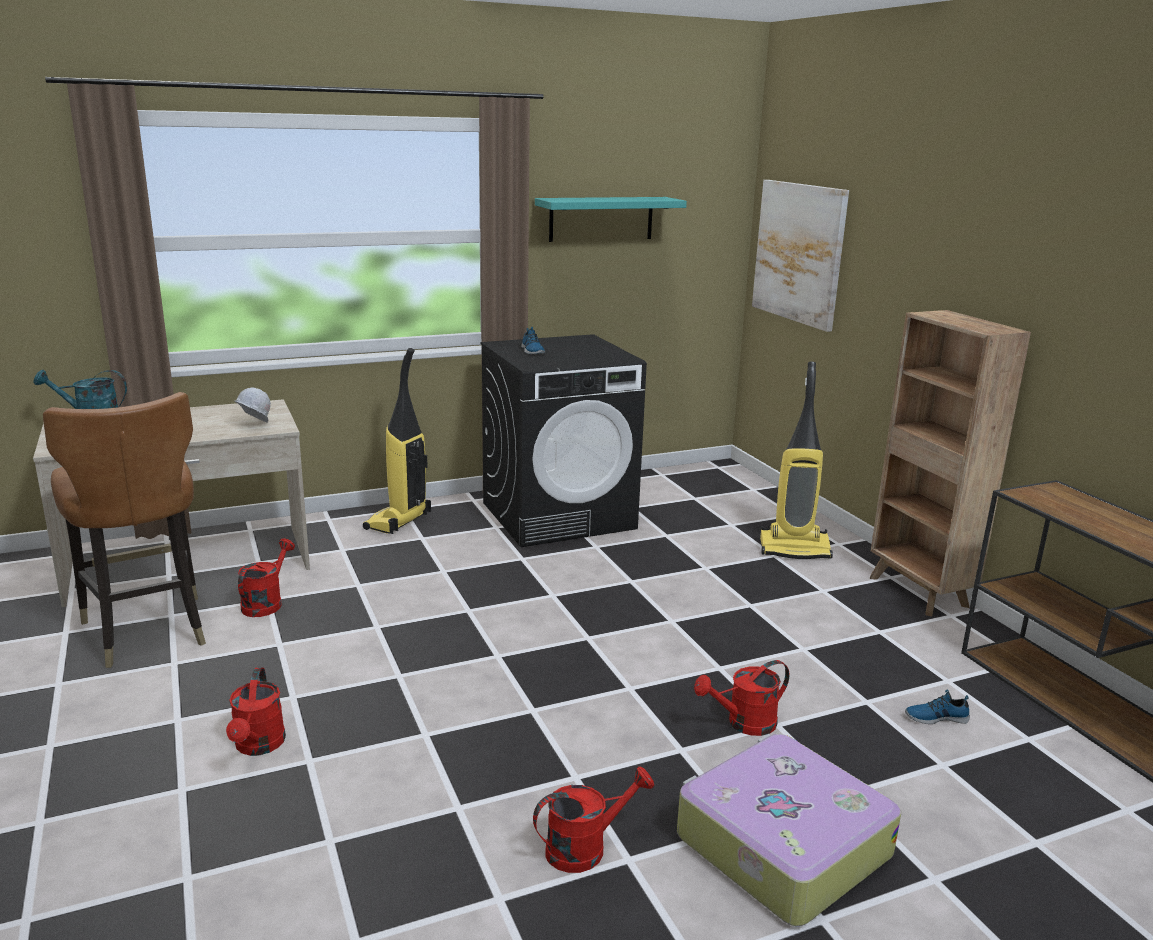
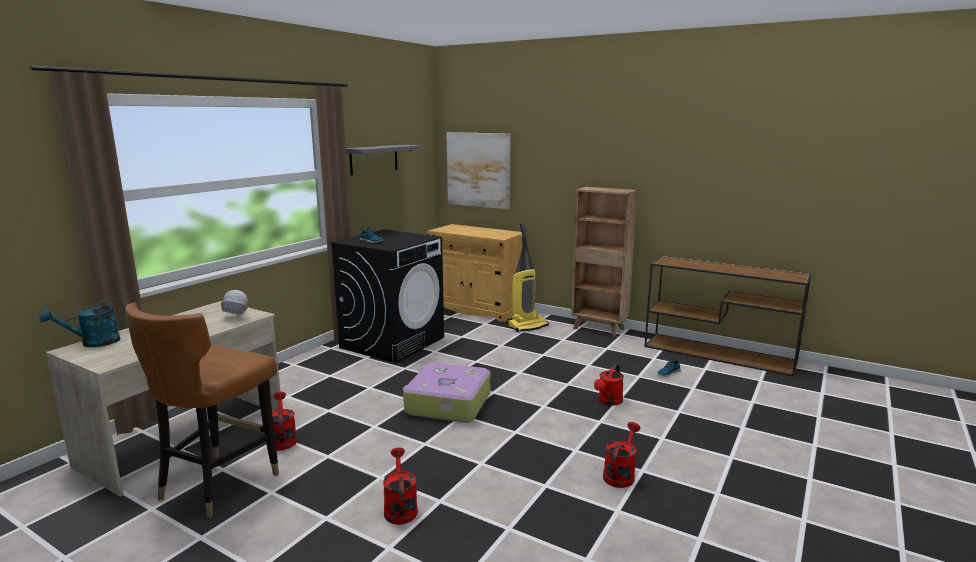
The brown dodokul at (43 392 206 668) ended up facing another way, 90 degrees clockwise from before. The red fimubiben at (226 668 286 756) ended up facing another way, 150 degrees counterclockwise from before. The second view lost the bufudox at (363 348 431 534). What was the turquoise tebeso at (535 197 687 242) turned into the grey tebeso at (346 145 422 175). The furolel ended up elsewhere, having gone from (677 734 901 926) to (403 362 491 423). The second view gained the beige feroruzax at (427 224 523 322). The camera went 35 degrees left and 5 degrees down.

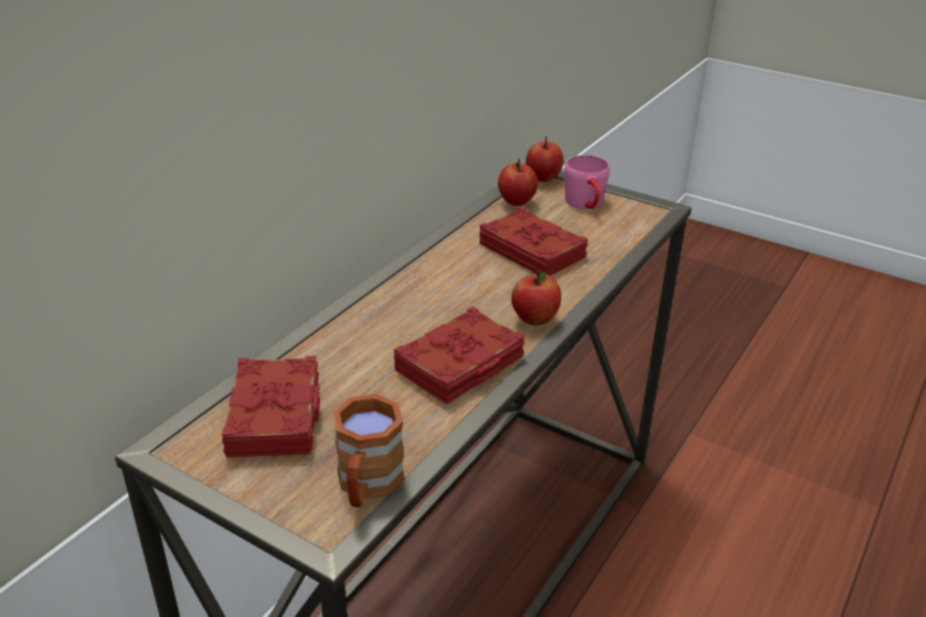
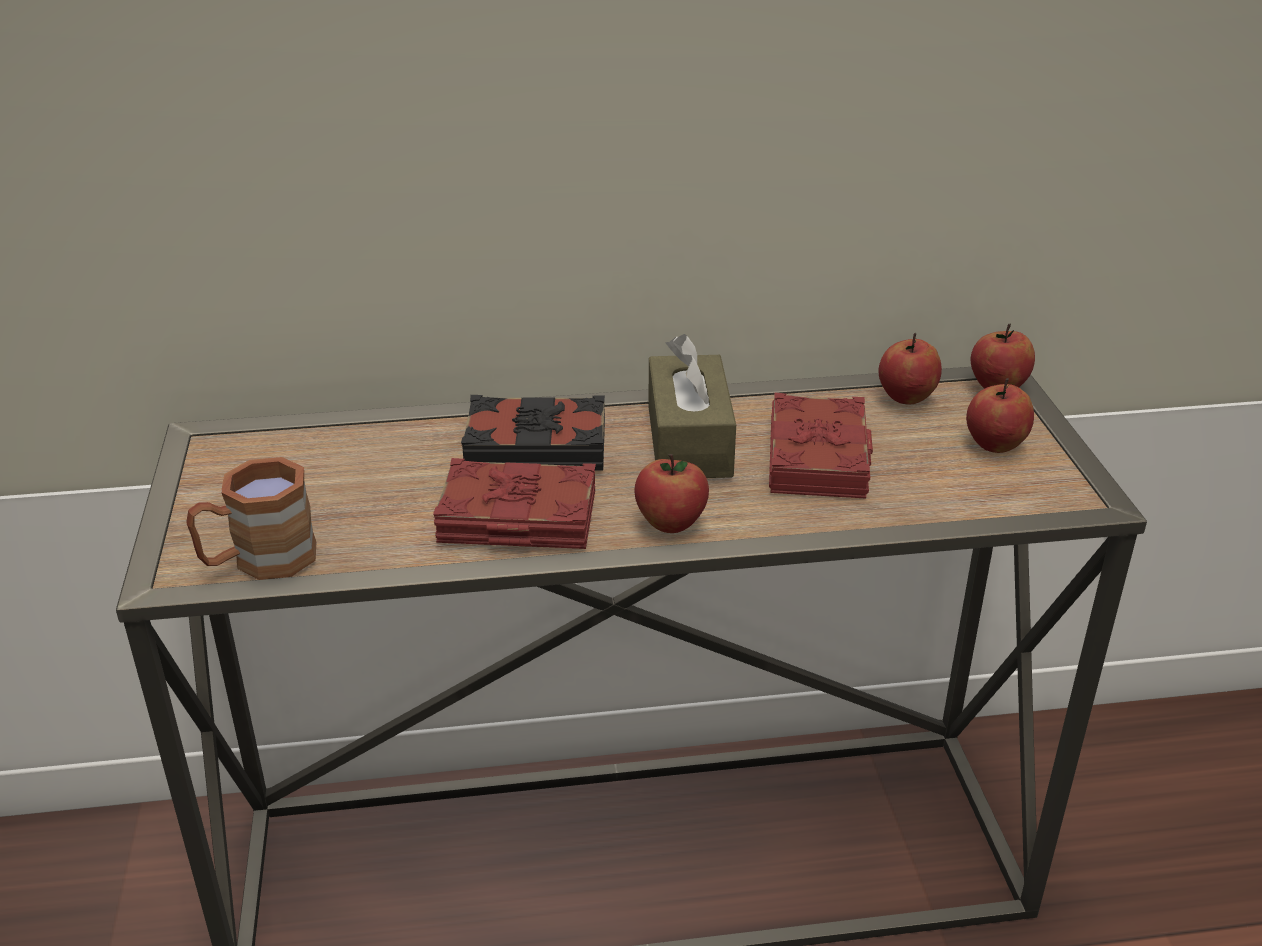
The second view lost the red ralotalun at (222 356 320 457). Where the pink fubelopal stood at (564 155 610 209), the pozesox came to stand at (966 378 1034 453). The second view gained the black ralotalun at (461 395 605 470). The second view gained the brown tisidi at (648 334 736 478). The camera went 50 degrees right and 0 degrees up.

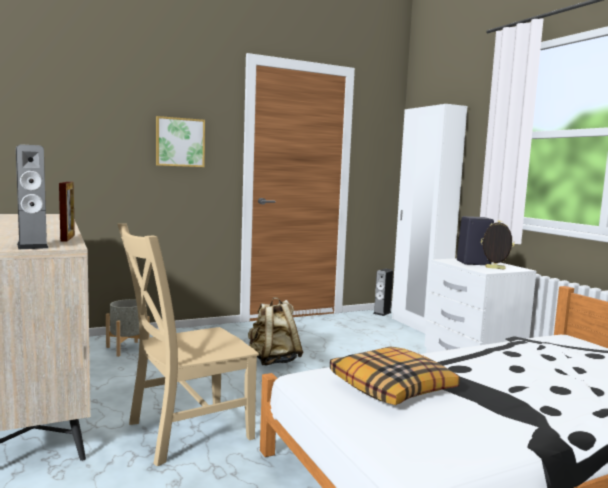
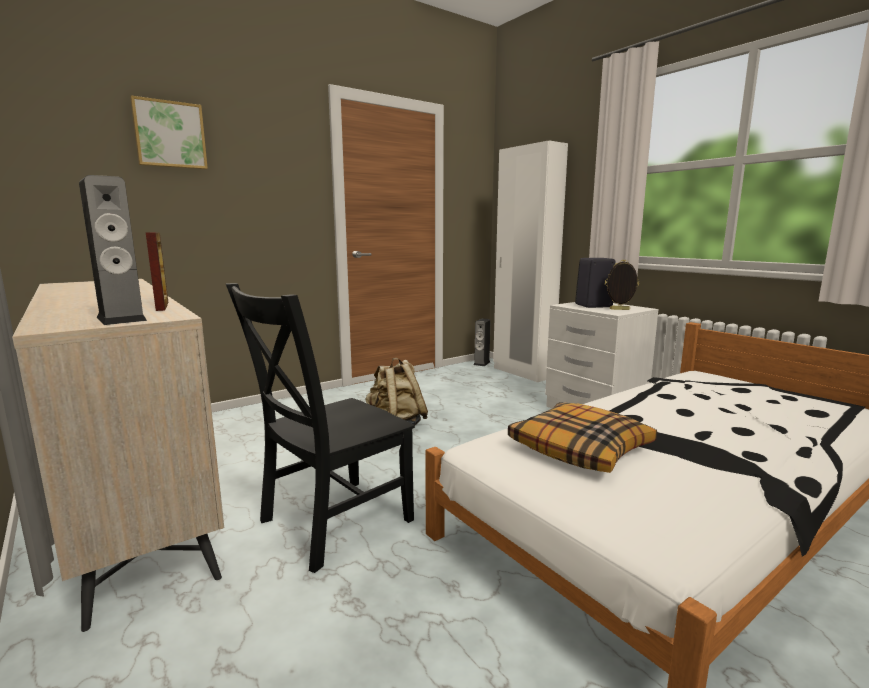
The second view lost the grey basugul at (106 299 149 357). What was the beige dodokul at (117 223 259 466) turned into the black dodokul at (226 283 415 573). The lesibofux ended up elsewhere, having gone from (156 116 205 167) to (130 96 208 169). The camera went 10 degrees left and 5 degrees up.

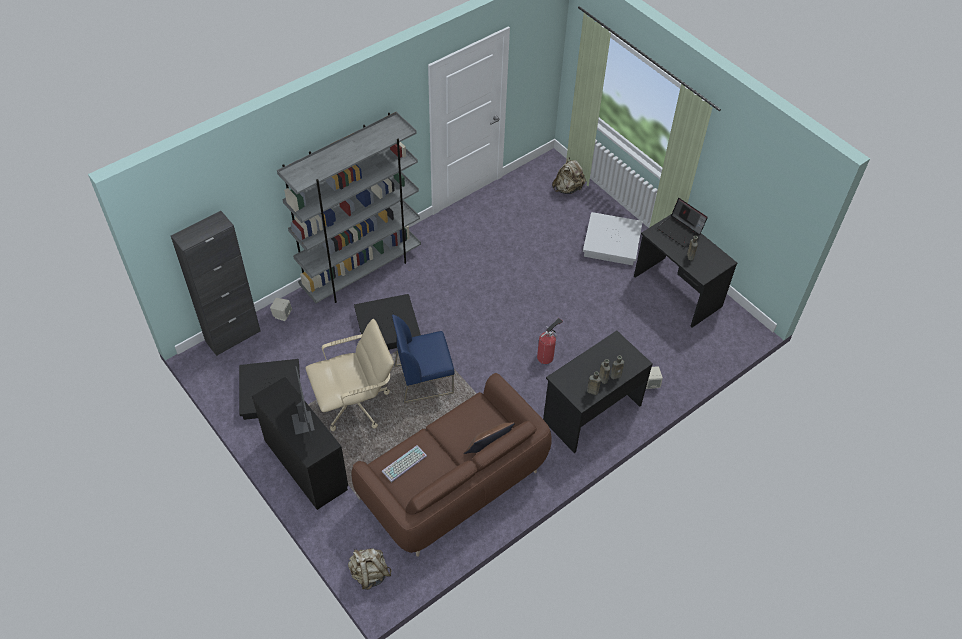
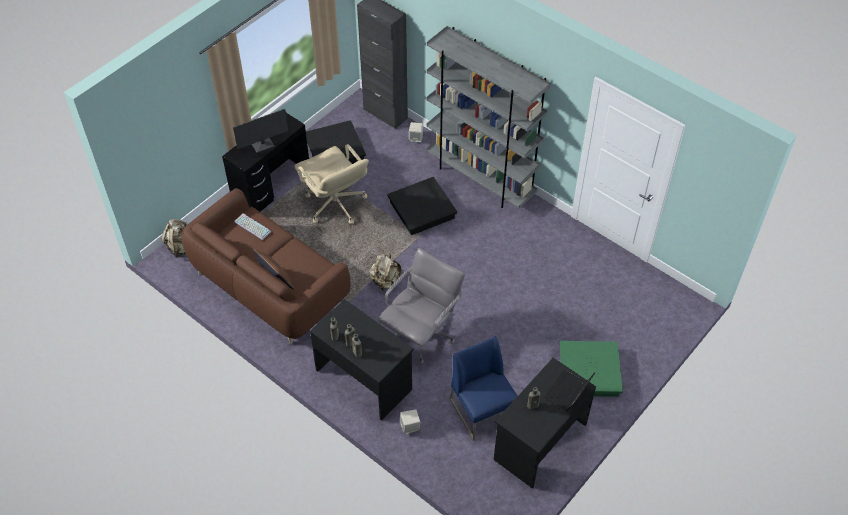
The blue dodokul ended up elsewhere, having gone from (392 315 454 403) to (450 336 517 440). Where the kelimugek stood at (537 318 563 364), the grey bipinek came to stand at (378 248 465 364). The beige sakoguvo ended up elsewhere, having gone from (552 157 586 194) to (369 253 402 291). What was the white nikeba at (583 212 643 265) turned into the green nikeba at (560 341 623 397). The camera went 80 degrees right and 0 degrees up.

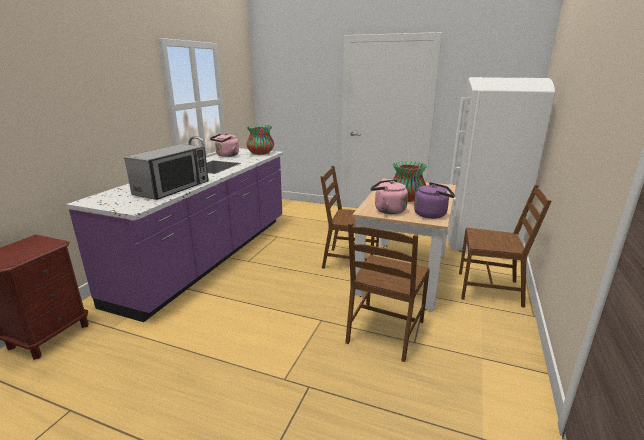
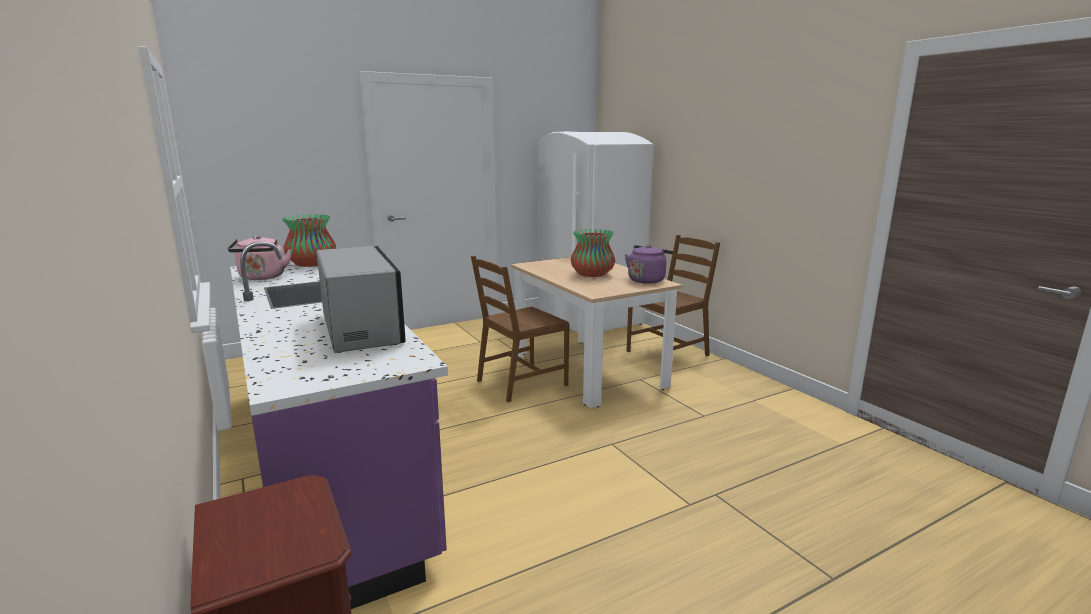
The second view lost the brown dodokul at (345 223 430 362). The second view lost the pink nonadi at (370 180 408 214). The camera went 50 degrees left and 5 degrees down.

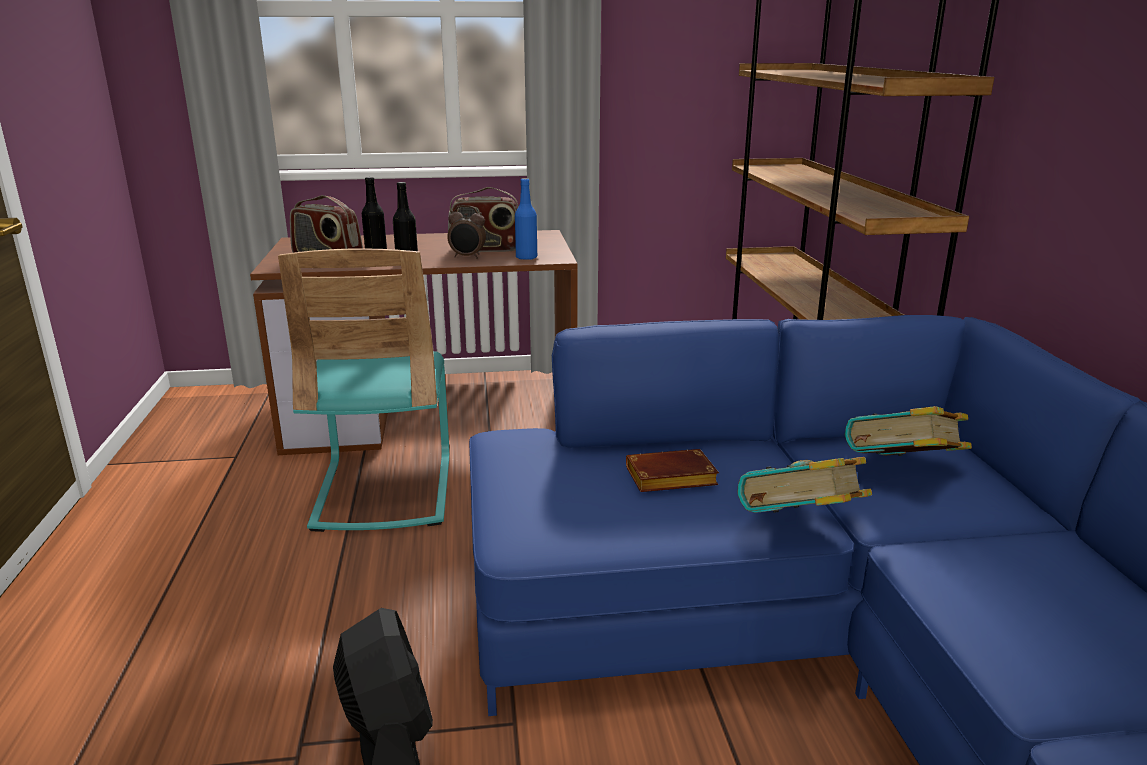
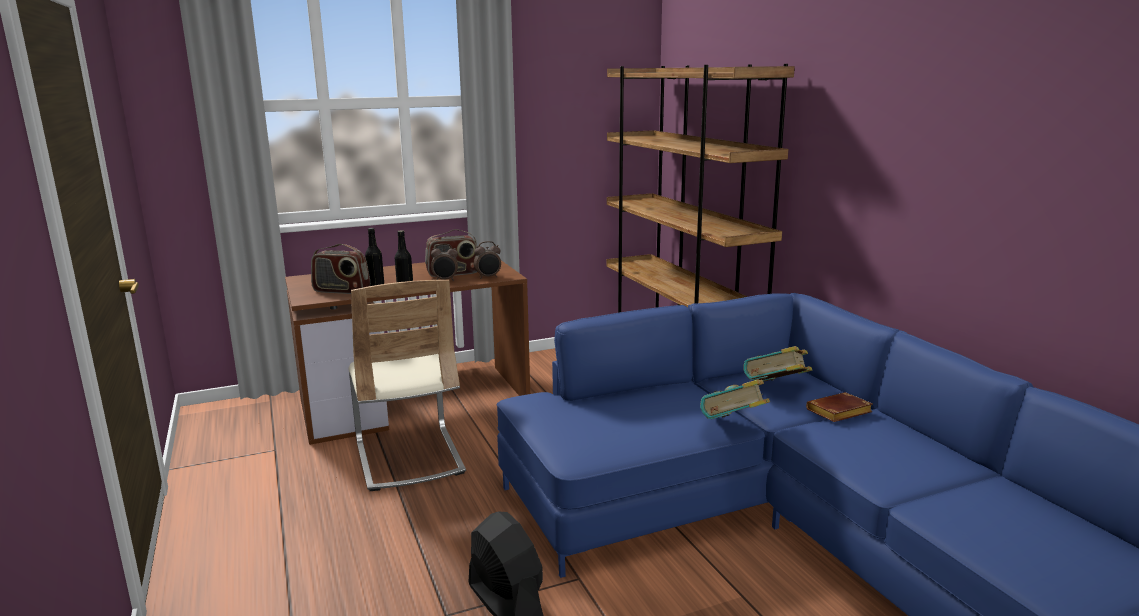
What was the turquoise dodokul at (278 248 449 532) turned into the beige dodokul at (349 280 466 491). Where the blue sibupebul stood at (515 178 537 260), the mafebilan came to stand at (474 241 501 279). The brown ralotalun ended up elsewhere, having gone from (626 449 719 492) to (806 392 873 422). The camera went 15 degrees left and 5 degrees down.

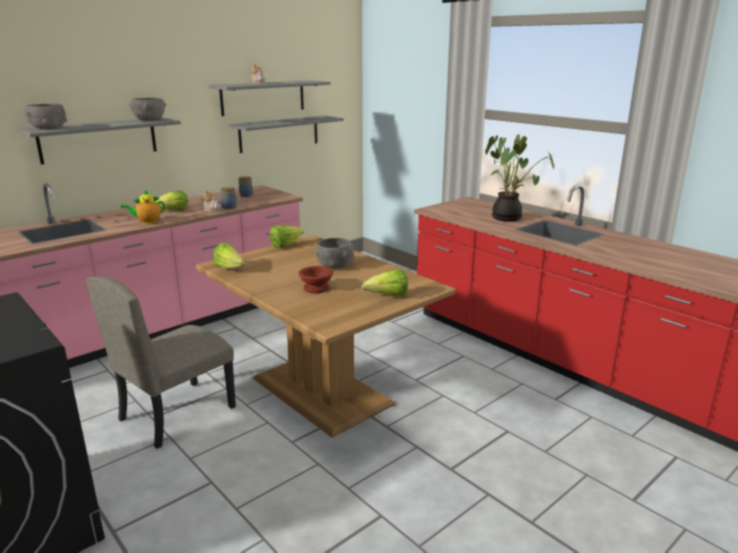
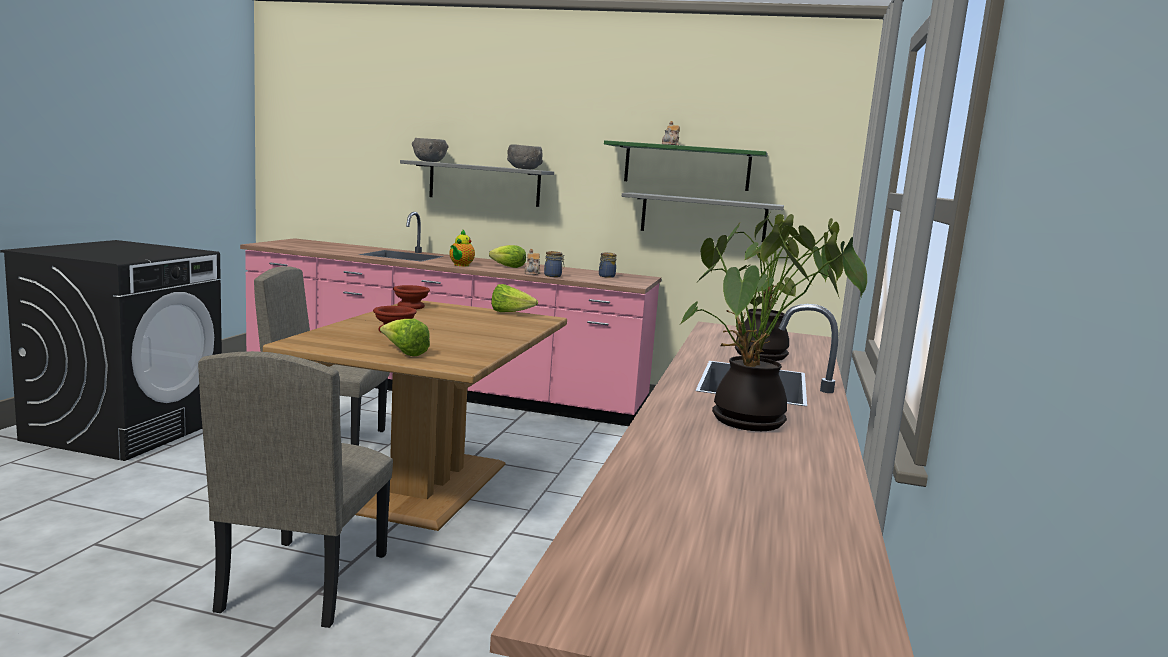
The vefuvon at (121 189 165 224) ended up facing another way, 105 degrees counterclockwise from before. What was the grey tebeso at (208 80 330 116) turned into the green tebeso at (604 140 767 191). Where the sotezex stood at (213 243 246 269), the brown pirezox came to stand at (393 285 430 309). The second view lost the grey pirezox at (316 238 354 269). The second view gained the beige dodokul at (198 351 393 628). The second view gained the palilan at (679 224 867 431). The camera went 55 degrees right and 10 degrees down.

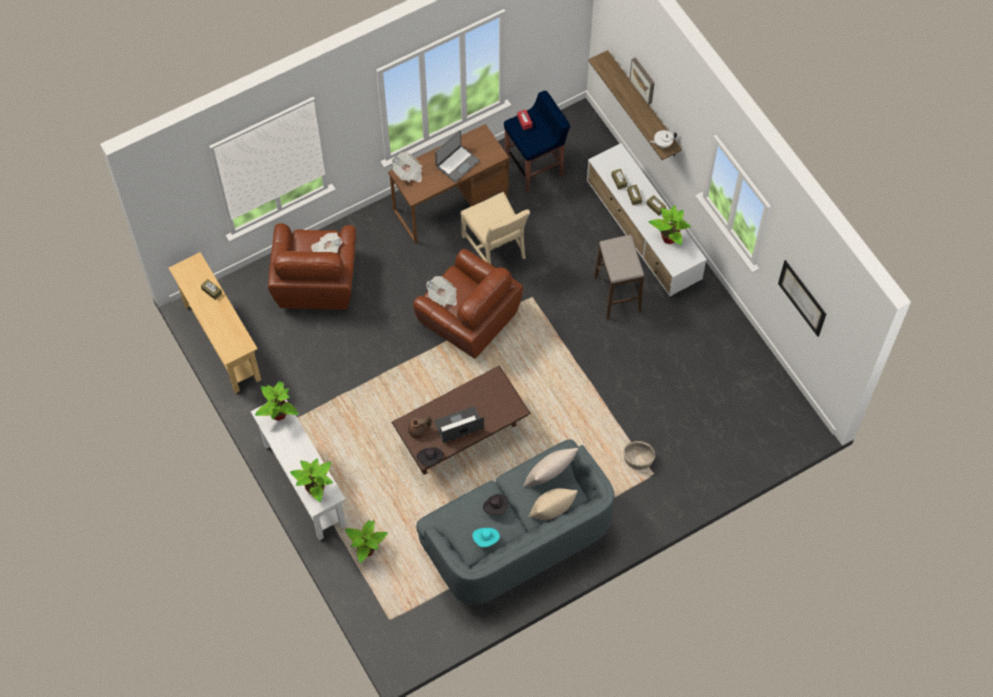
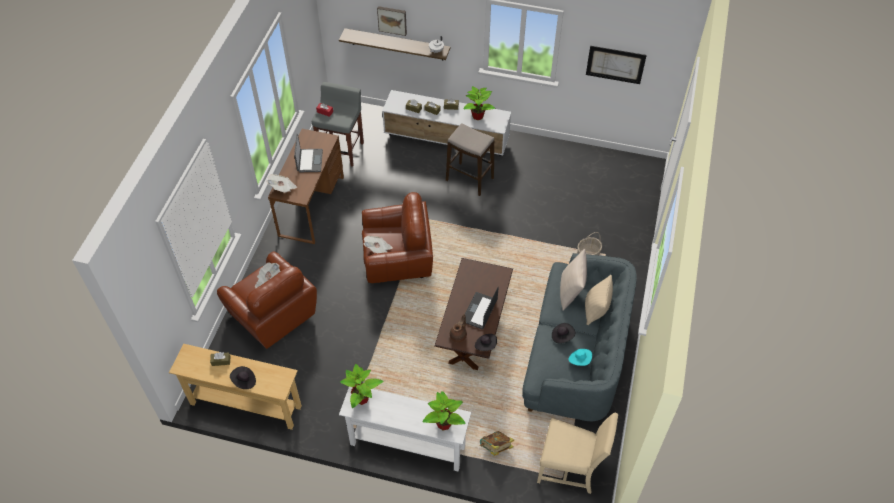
Where the palilan stood at (345 520 388 563), the ralotalun came to stand at (480 431 514 456). The beige dodokul ended up elsewhere, having gone from (461 192 530 264) to (537 413 618 494). What was the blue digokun at (504 91 570 192) turned into the grey digokun at (312 82 364 167). The second view gained the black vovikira at (230 366 256 389). The camera went 45 degrees left and 10 degrees down.

